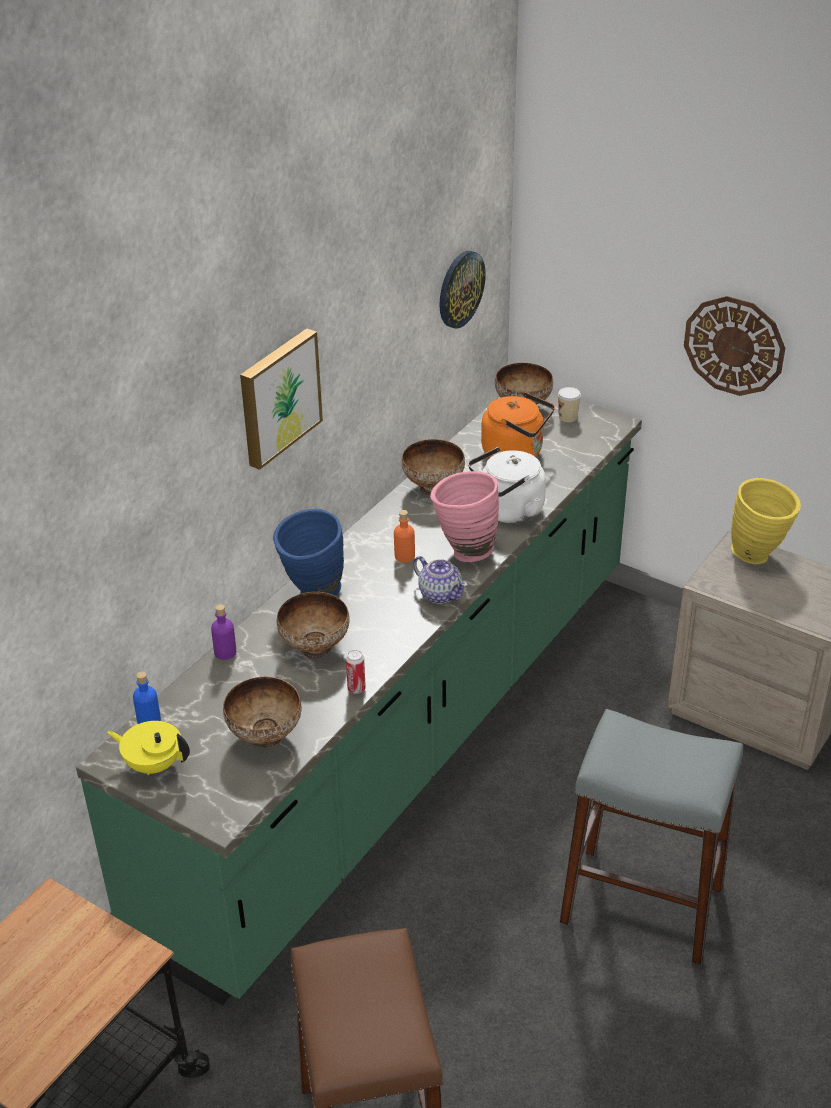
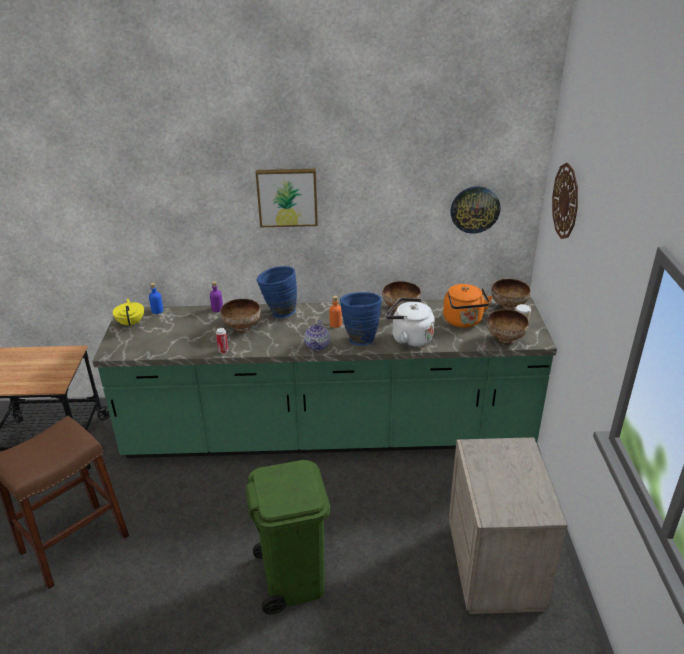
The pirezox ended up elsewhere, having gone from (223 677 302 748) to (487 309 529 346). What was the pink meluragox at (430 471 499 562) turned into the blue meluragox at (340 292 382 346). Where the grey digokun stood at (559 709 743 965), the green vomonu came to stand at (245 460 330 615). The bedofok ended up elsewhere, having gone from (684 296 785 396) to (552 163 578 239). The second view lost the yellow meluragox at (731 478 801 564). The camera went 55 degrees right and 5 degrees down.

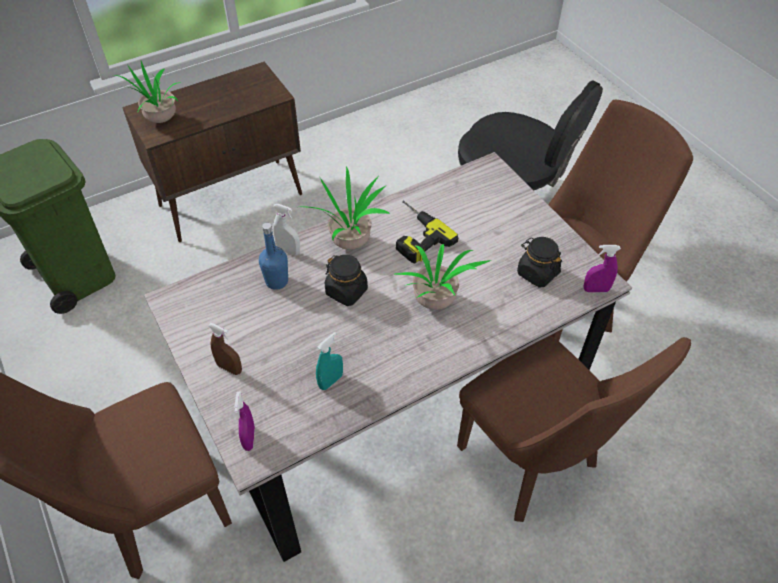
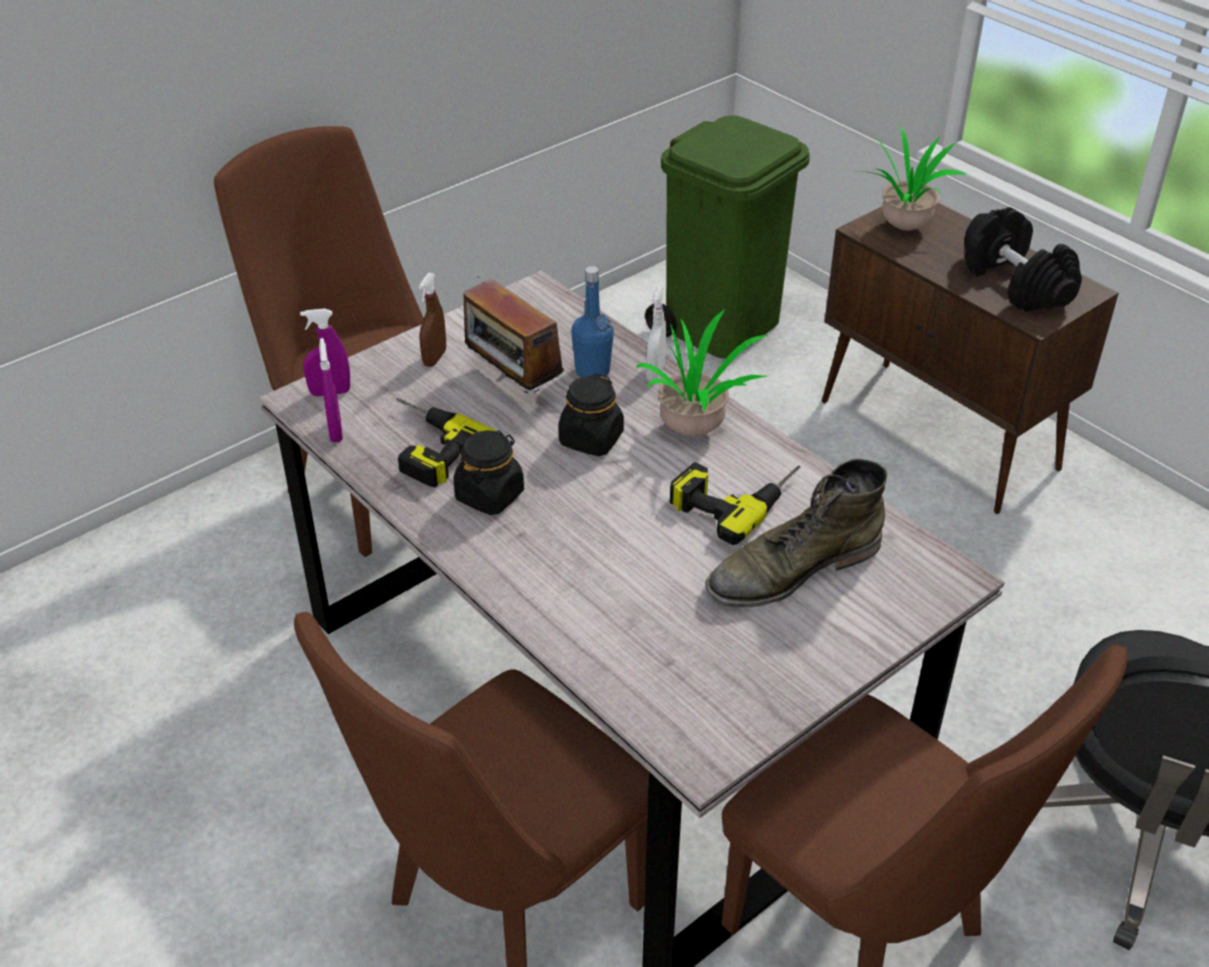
Where the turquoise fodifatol stood at (316 332 343 390), the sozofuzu came to stand at (396 398 497 487). The second view lost the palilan at (394 244 491 310). The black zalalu ended up elsewhere, having gone from (517 237 562 287) to (453 430 524 515). The purple fodifatol ended up elsewhere, having gone from (584 245 621 293) to (319 338 343 442). The second view gained the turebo at (455 277 564 393). The second view gained the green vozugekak at (705 459 887 608). The second view gained the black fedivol at (964 207 1082 312). The camera went 80 degrees right and 10 degrees down.

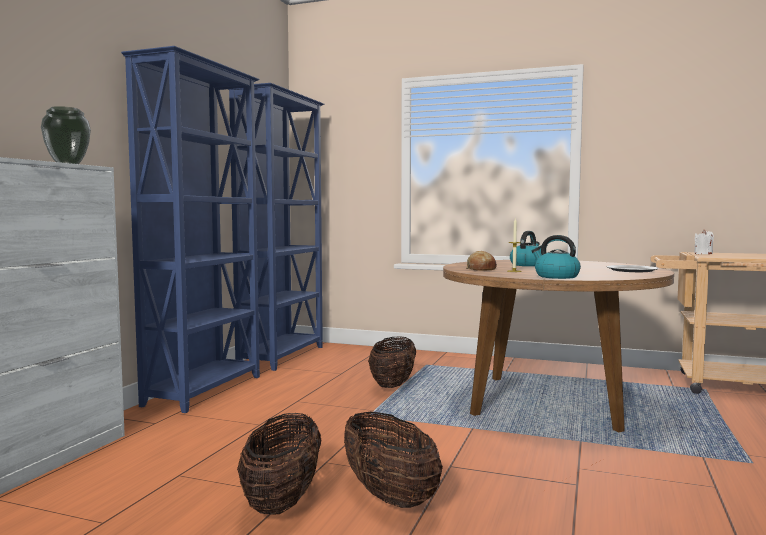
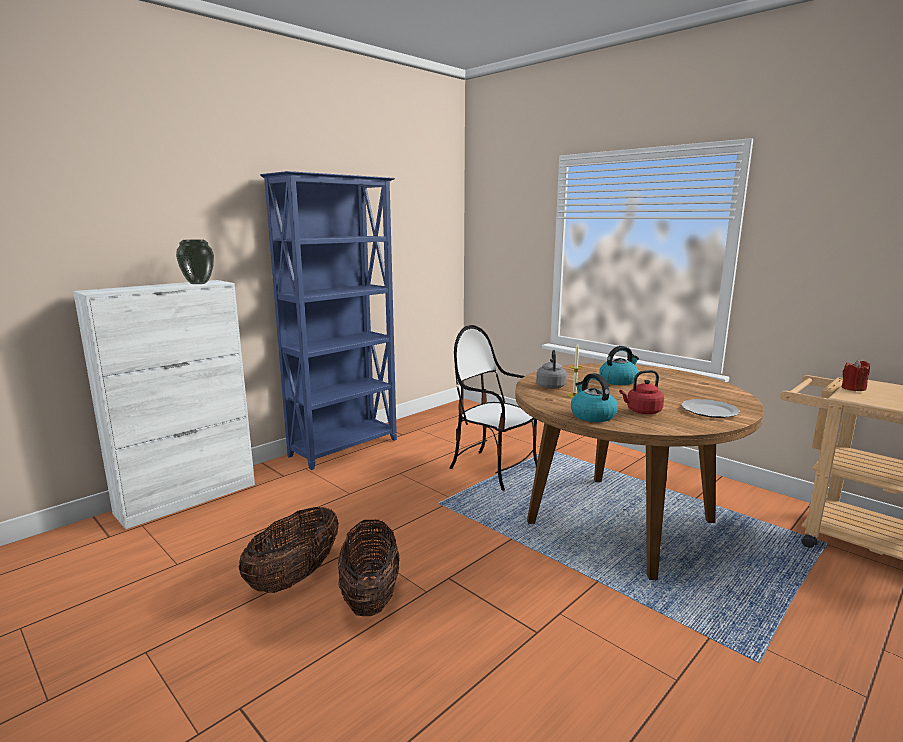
The second view lost the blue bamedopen at (228 83 324 371). Where the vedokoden stood at (368 337 416 388), the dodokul came to stand at (449 325 538 491). Where the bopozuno stood at (466 251 497 271), the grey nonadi came to stand at (536 350 567 389). What was the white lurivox at (694 230 714 254) turned into the red lurivox at (842 359 870 391). The second view gained the red nonadi at (619 370 664 414). The camera went 25 degrees right and 10 degrees up.

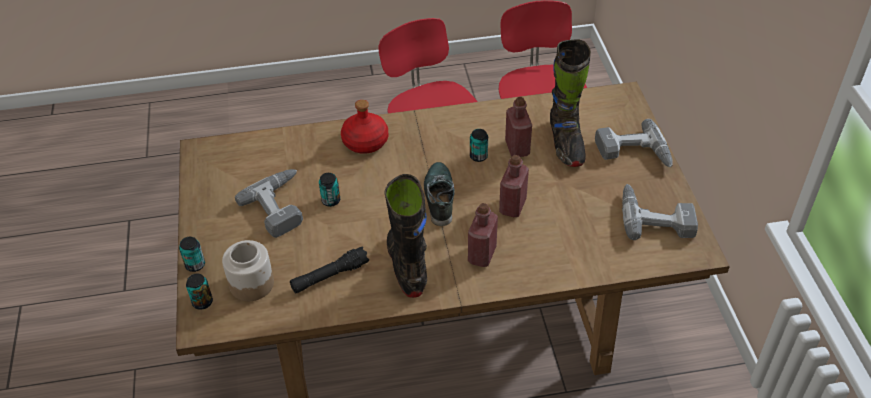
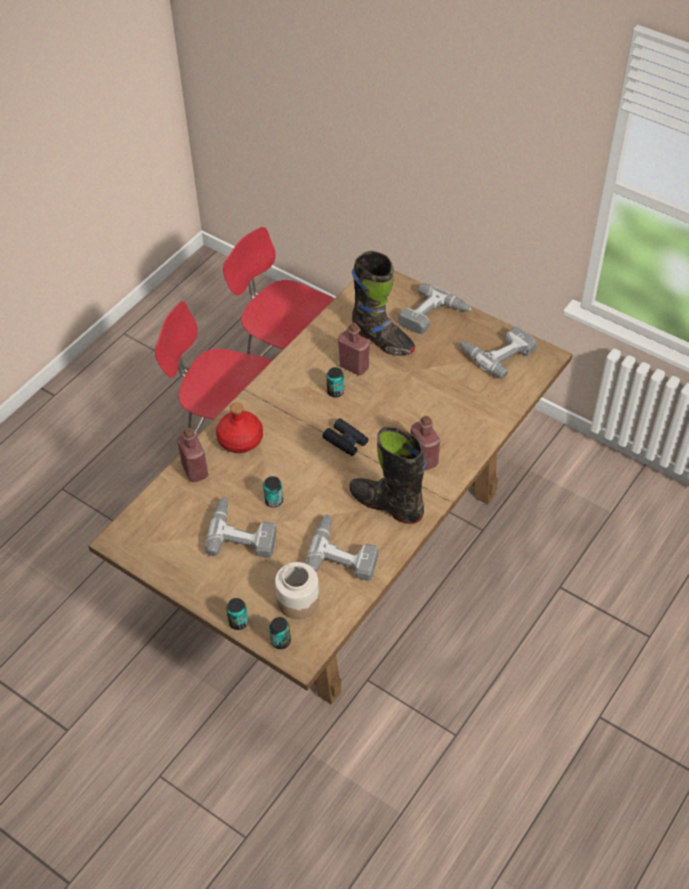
Where the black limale stood at (290 246 369 294), the sozofuzu came to stand at (306 514 378 581). Where the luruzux stood at (424 162 455 226), the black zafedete came to stand at (322 418 368 456). The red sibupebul ended up elsewhere, having gone from (499 155 529 217) to (177 428 208 482). The camera went 45 degrees left and 5 degrees up.

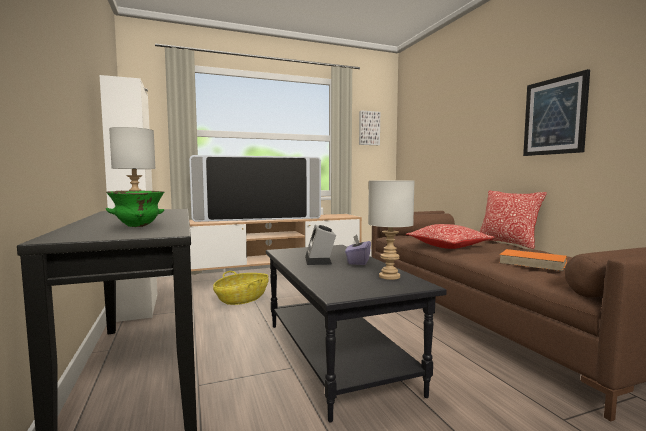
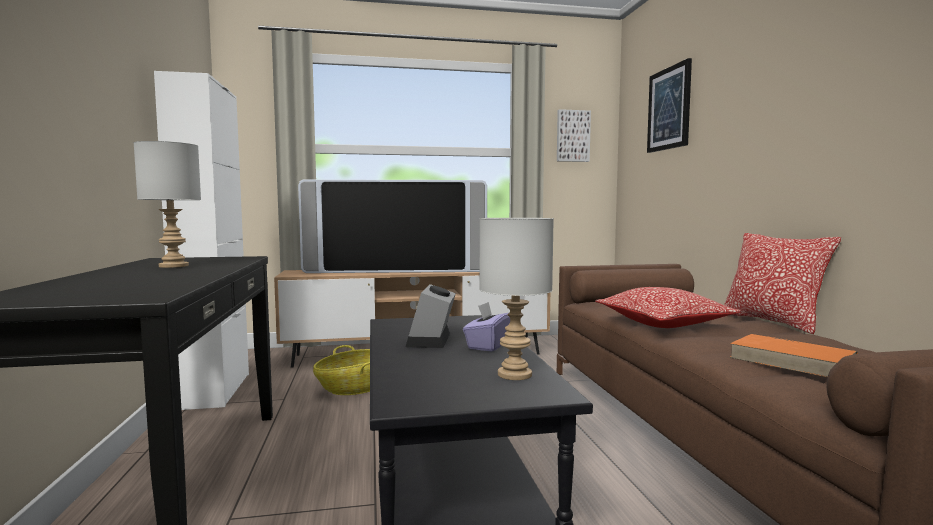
The second view lost the green pirezox at (106 191 164 227). The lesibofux ended up elsewhere, having gone from (523 69 590 156) to (647 58 692 153). The camera went 10 degrees right and 0 degrees up.

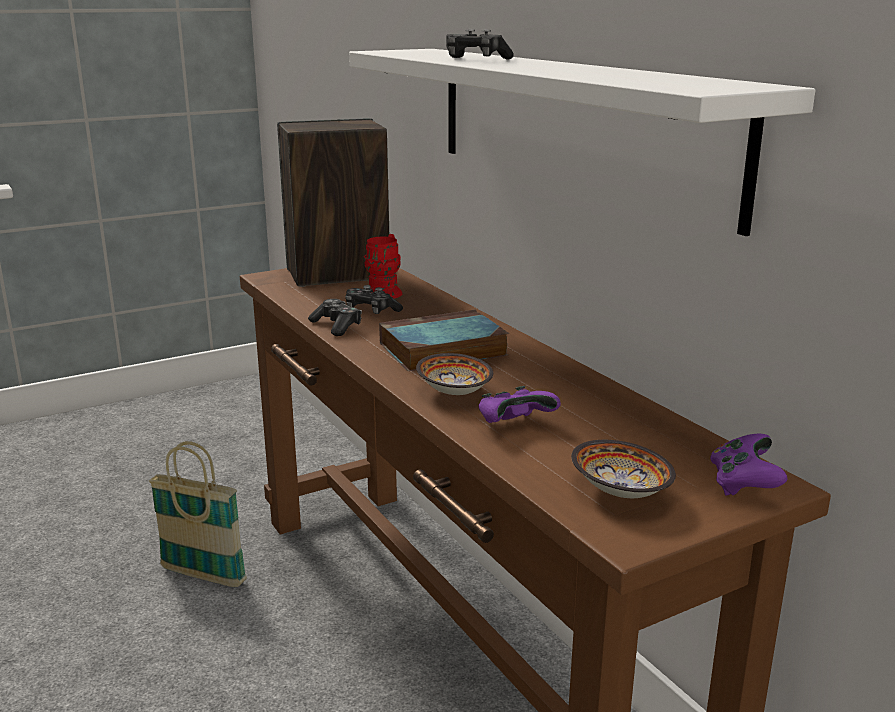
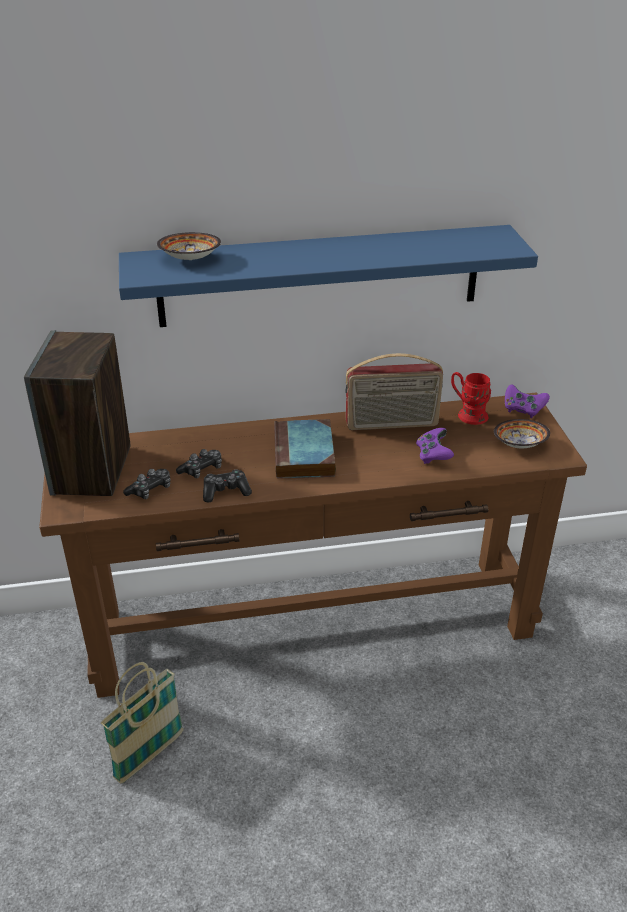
What was the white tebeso at (349 49 815 236) turned into the blue tebeso at (119 225 538 327). The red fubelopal ended up elsewhere, having gone from (364 234 402 298) to (451 372 491 425). The pirezox ended up elsewhere, having gone from (416 353 493 395) to (157 232 221 260). The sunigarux ended up elsewhere, having gone from (446 29 514 60) to (123 469 171 499). The second view gained the turebo at (345 353 443 430). The camera went 70 degrees left and 15 degrees up.

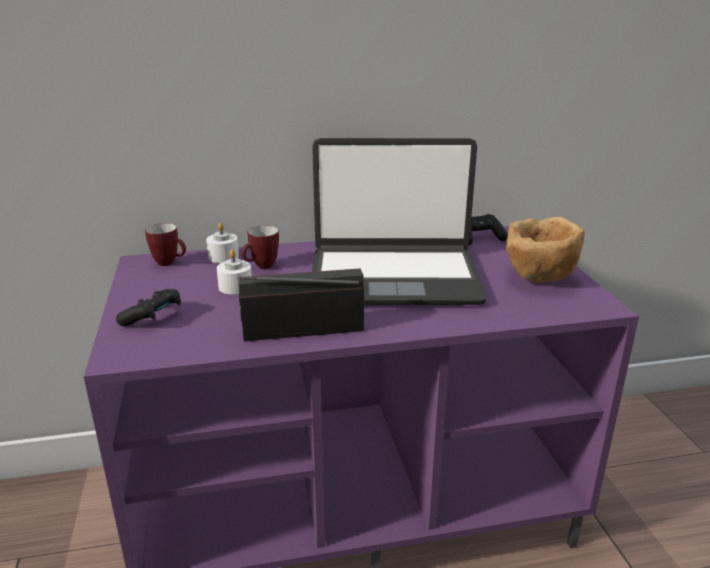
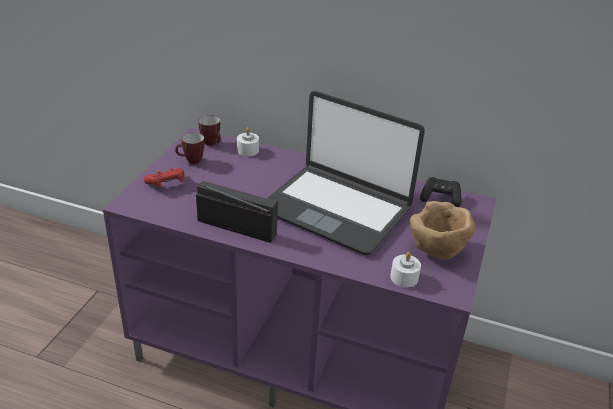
What was the black sunigarux at (116 289 181 326) turned into the red sunigarux at (144 168 184 187). The white lurivox ended up elsewhere, having gone from (217 250 252 294) to (390 252 421 287). The fubelopal ended up elsewhere, having gone from (241 226 279 269) to (175 132 205 164). The camera went 30 degrees right and 10 degrees up.

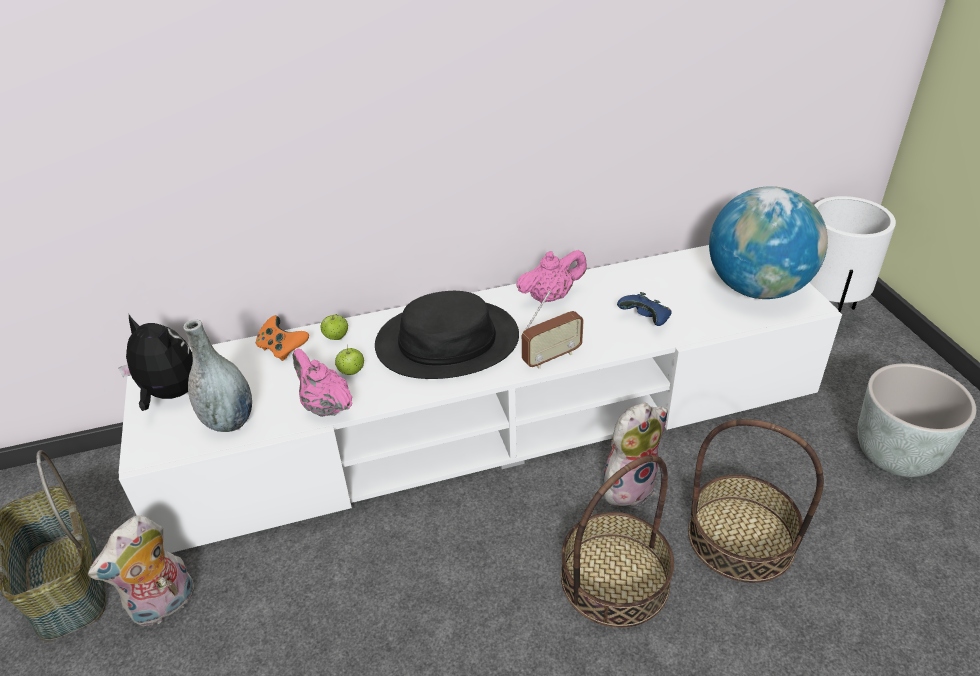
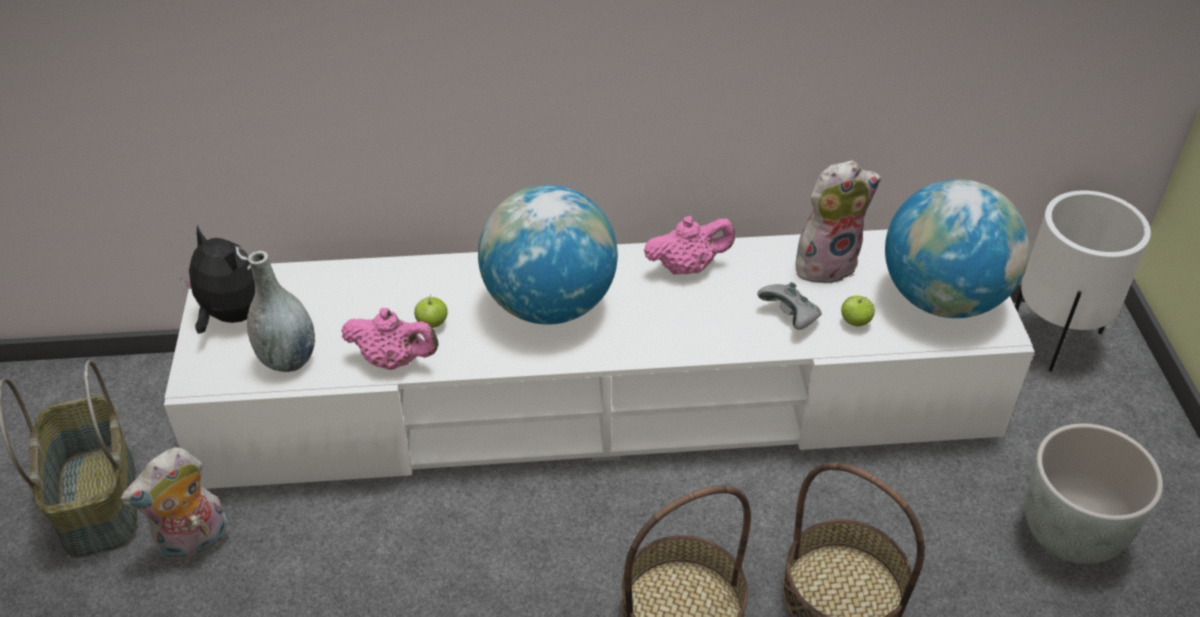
The second view lost the orange sunigarux at (256 315 309 361). The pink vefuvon at (292 349 352 417) ended up facing another way, 135 degrees clockwise from before. The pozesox ended up elsewhere, having gone from (321 314 348 340) to (841 296 875 327). Where the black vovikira stood at (375 291 519 379), the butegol came to stand at (478 185 618 324). The second view lost the turebo at (522 290 584 369). The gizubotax ended up elsewhere, having gone from (602 403 668 510) to (795 160 881 284). What was the blue sunigarux at (617 292 672 326) turned into the grey sunigarux at (757 282 822 330). The camera went 10 degrees right and 5 degrees up.

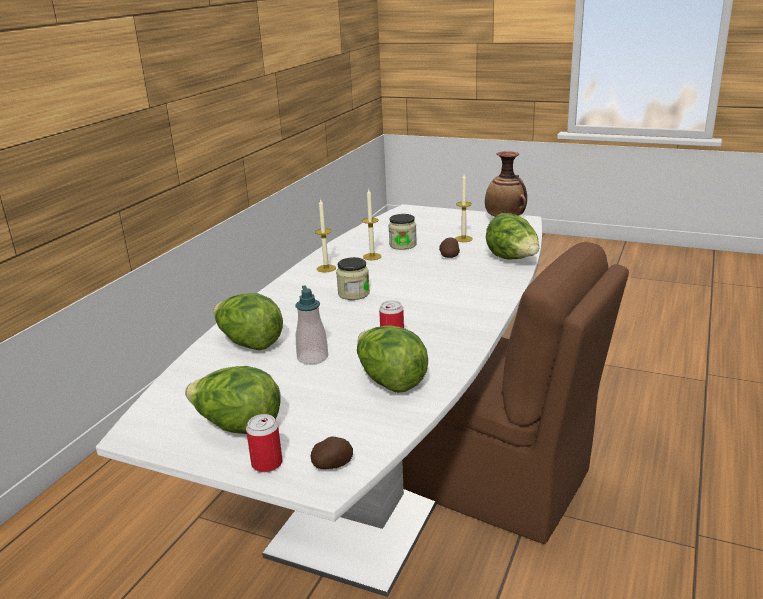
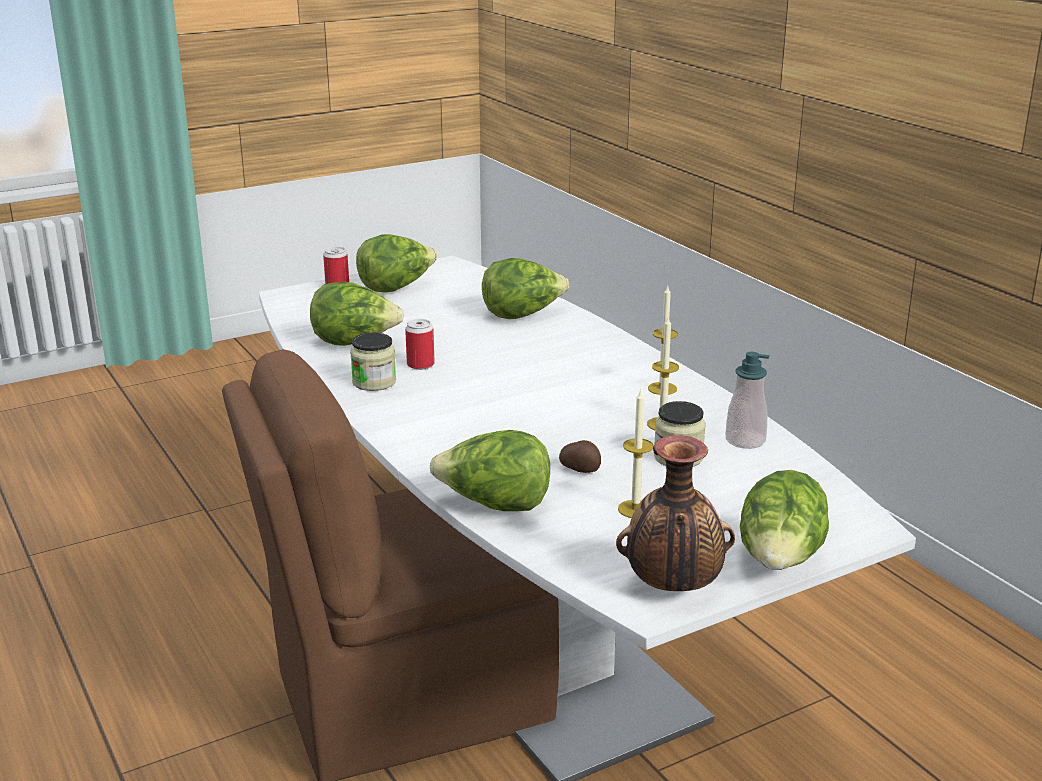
The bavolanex ended up elsewhere, having gone from (296 285 328 365) to (726 352 770 449). The second view lost the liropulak at (311 437 353 469). The zalalu ended up elsewhere, having gone from (336 257 370 300) to (350 332 396 391). The second view gained the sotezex at (740 470 829 570). The camera went 125 degrees right and 0 degrees up.

